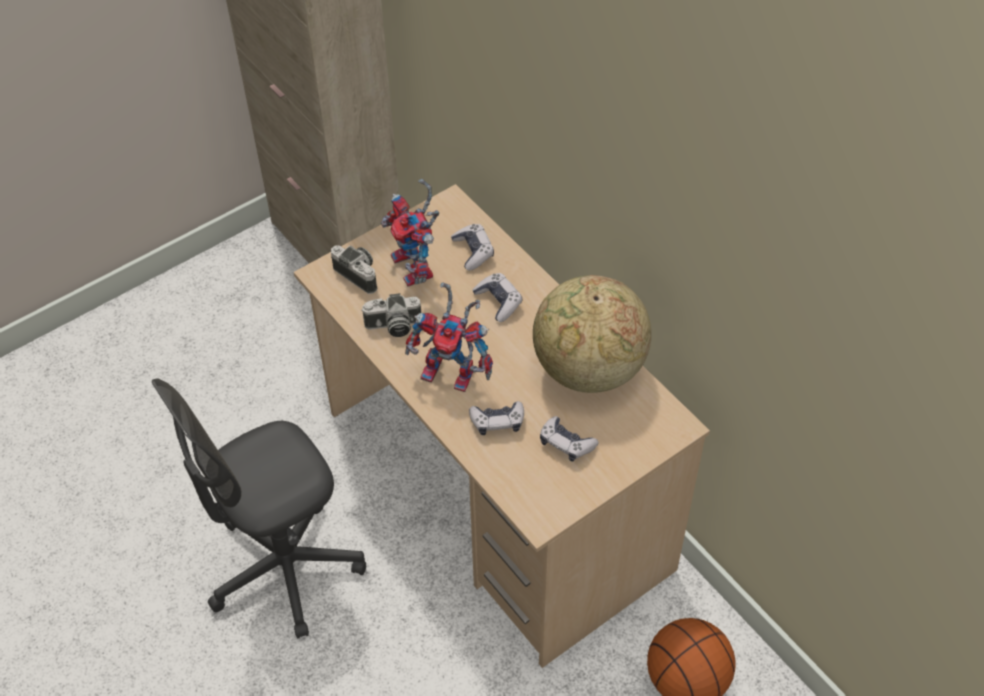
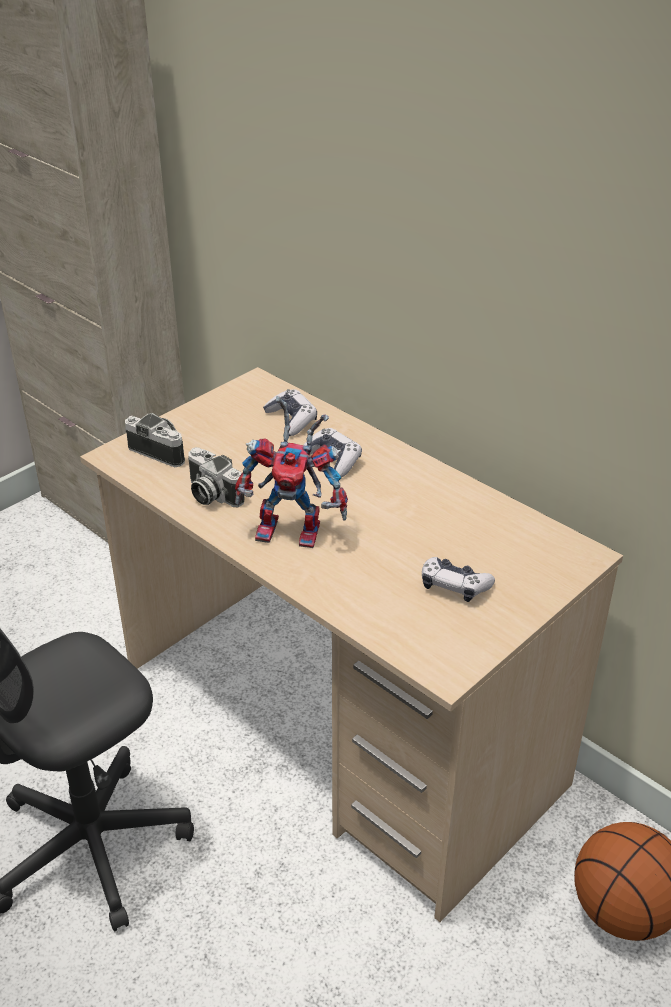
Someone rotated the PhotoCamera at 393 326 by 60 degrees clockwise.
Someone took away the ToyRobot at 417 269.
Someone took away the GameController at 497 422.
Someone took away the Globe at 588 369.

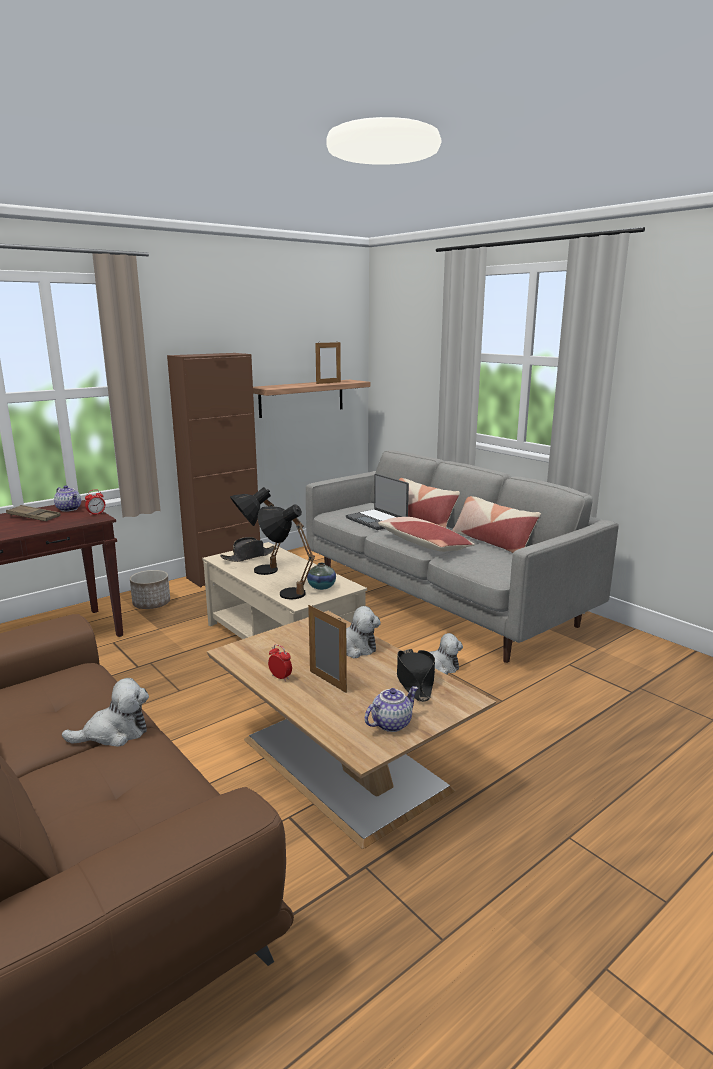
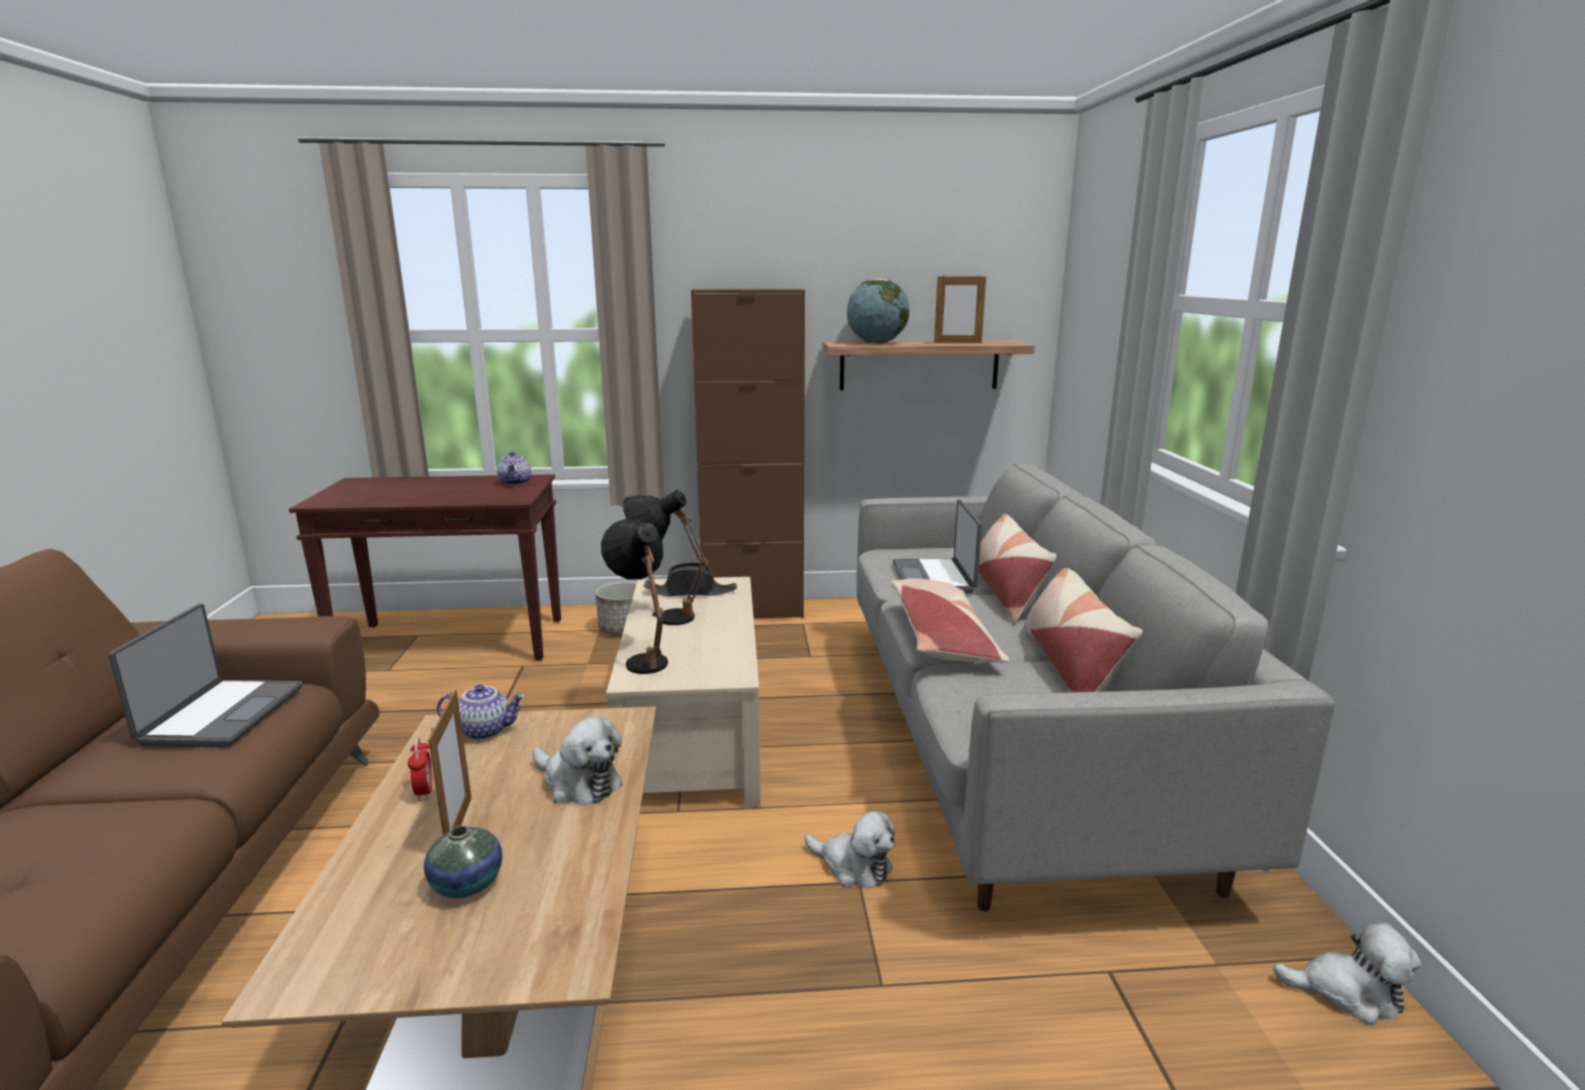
Someone took away the BrownTray at 34 517.
Someone carried the PlushToy from 114 733 to 1347 993.
Someone took away the AlarmClock at 96 514.
Someone carried the Vase from 321 587 to 467 884.
Someone carried the Teapot from 391 723 to 485 730.
Someone took away the BlackHat at 415 680.
Someone put down the Laptop at 221 715.
Someone put down the Globe at 876 343.

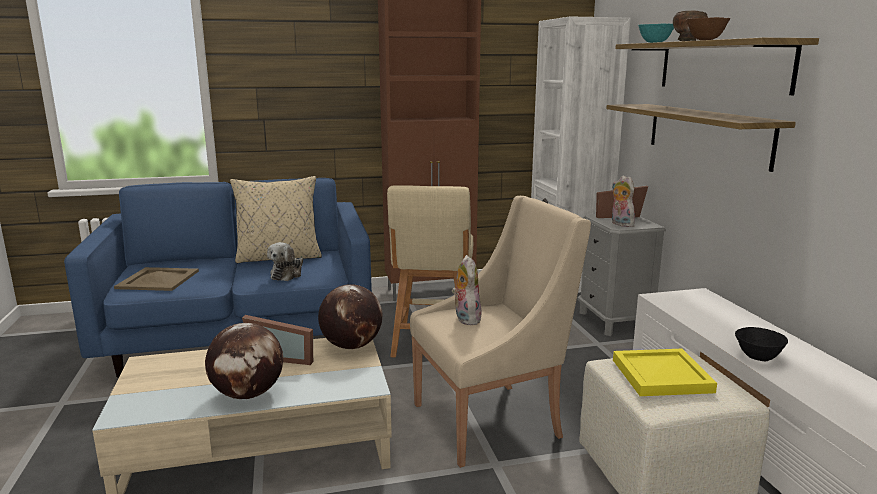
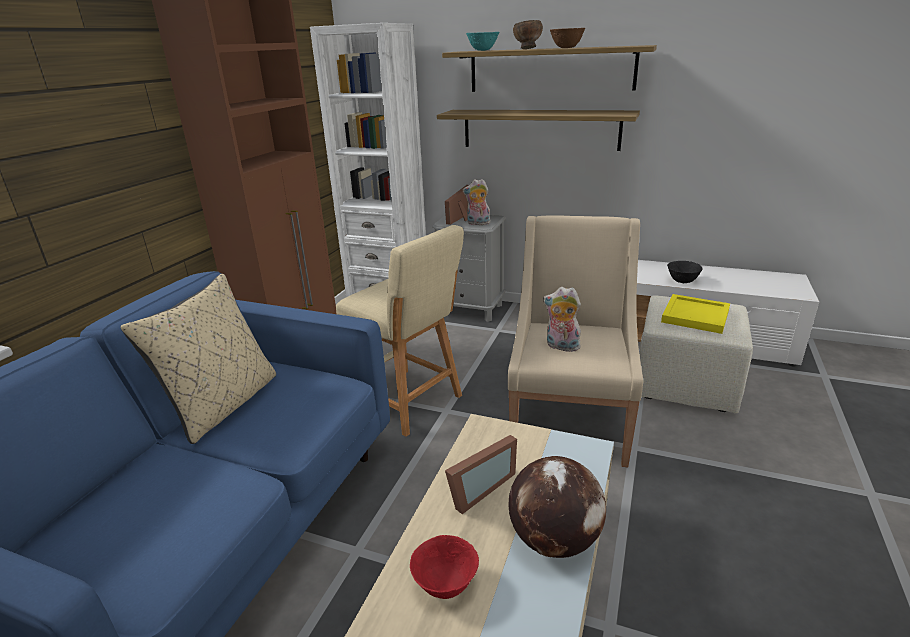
Someone took away the BeigeTray at 158 279.
Someone took away the PlushToy at 287 274.
Someone took away the Globe at 351 346.
Someone put down the RedBowl at 445 585.

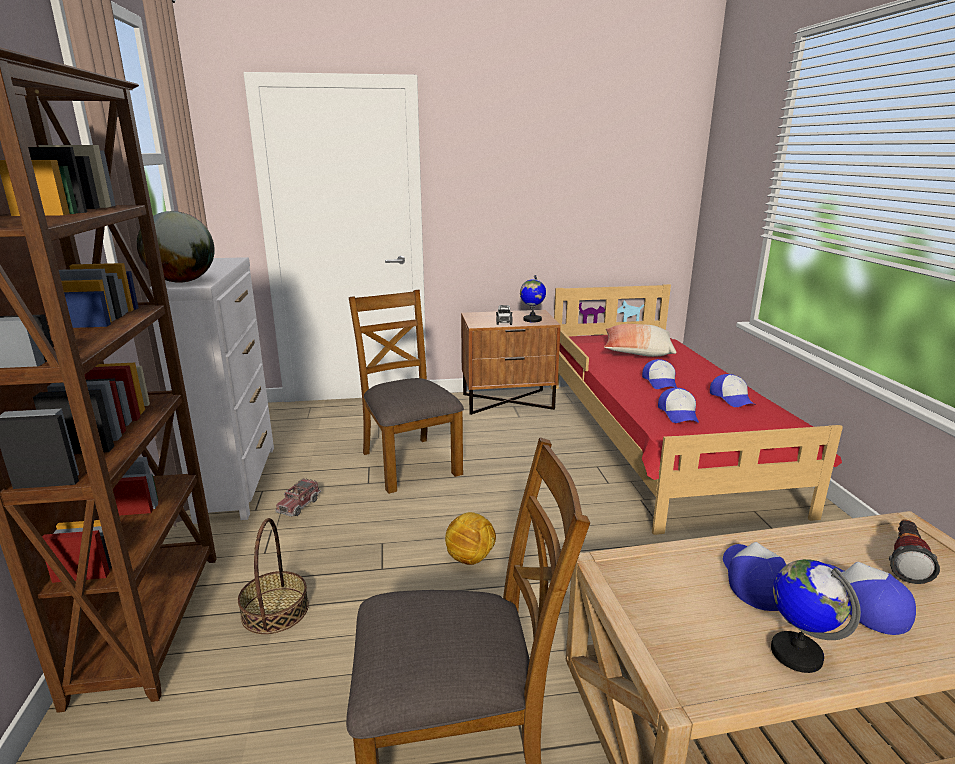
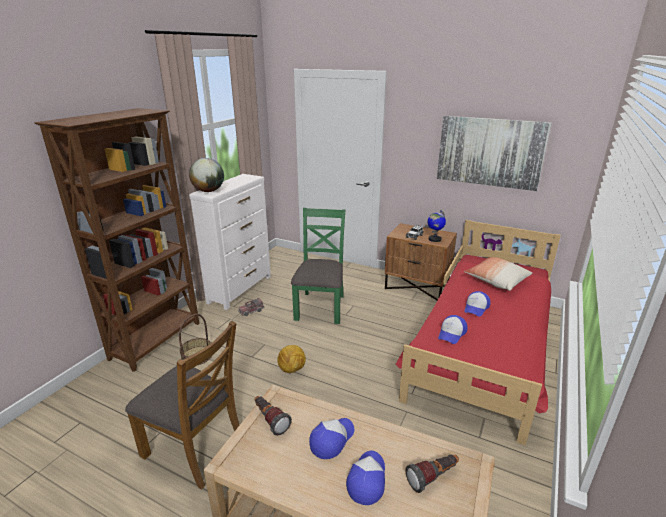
Someone repainted the BrownChair at 409 463, which became the GreenChair at 320 307.
Someone took away the Cap at 732 398.
Someone took away the Globe at 796 653.
Someone put down the Flashlight at 270 420.
Someone put up the Picture at 490 152.

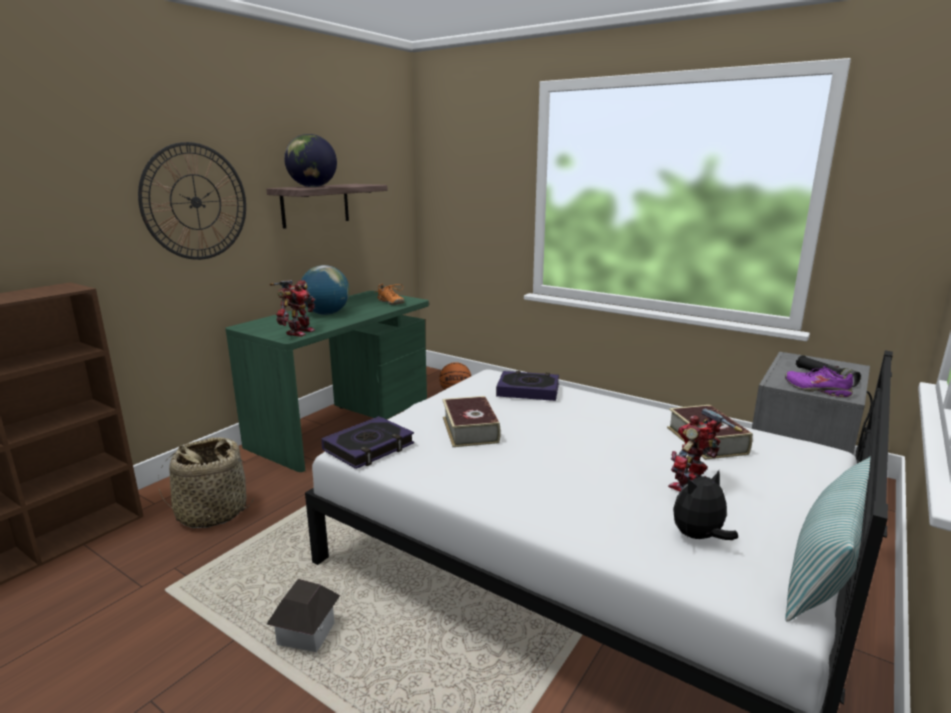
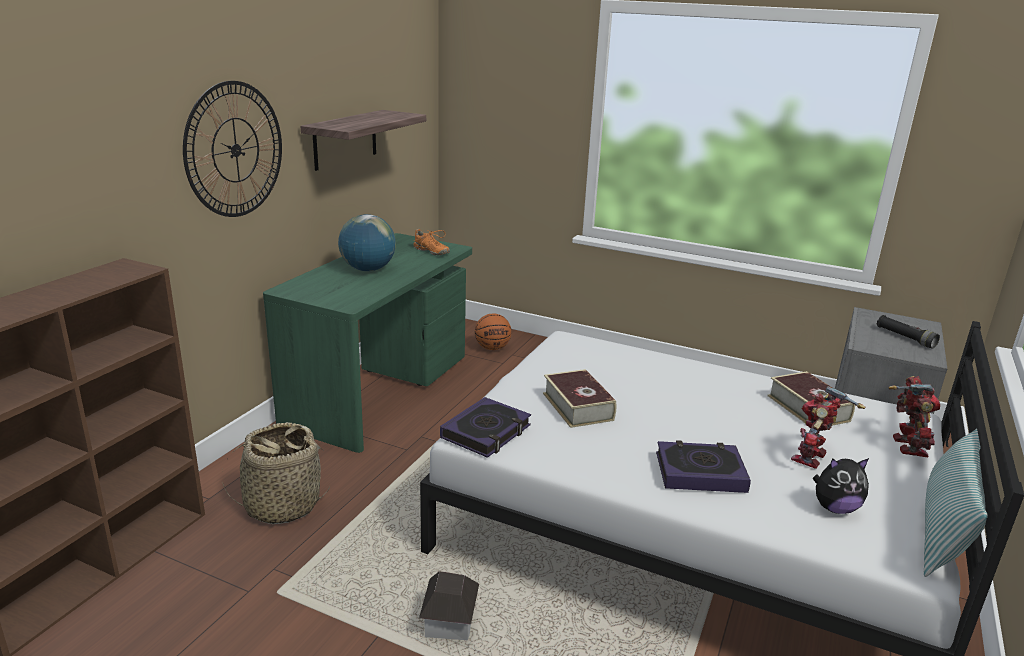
Someone carried the ToyRobot from 298 332 to 906 446.
Someone took away the Globe at 312 187.
Someone carried the Book from 528 390 to 700 472.
Someone rotated the PlushToy at 699 537 by 150 degrees counterclockwise.
Someone took away the PurpleShoe at 817 390.

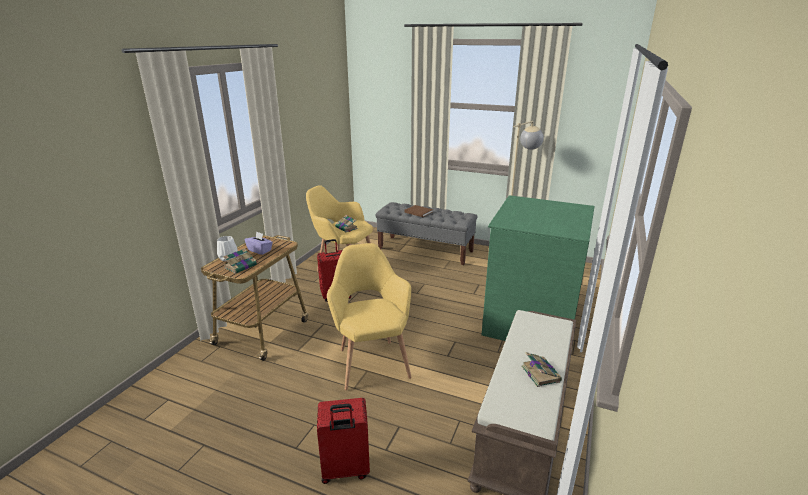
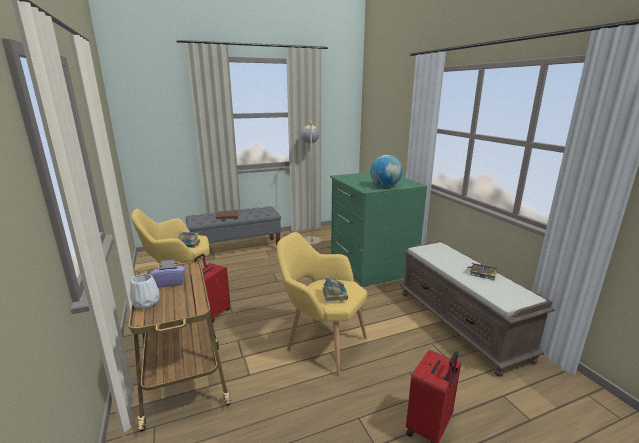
Someone carried the Book from 241 266 to 334 293.
Someone put down the Globe at 385 186.

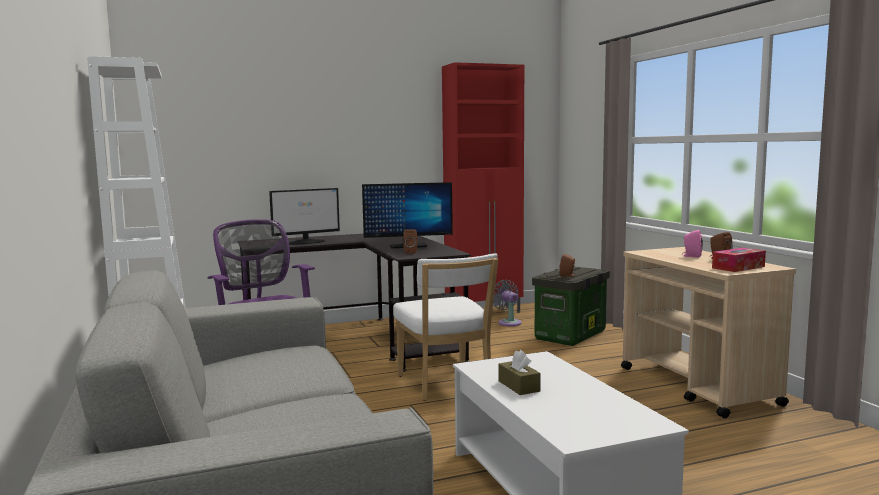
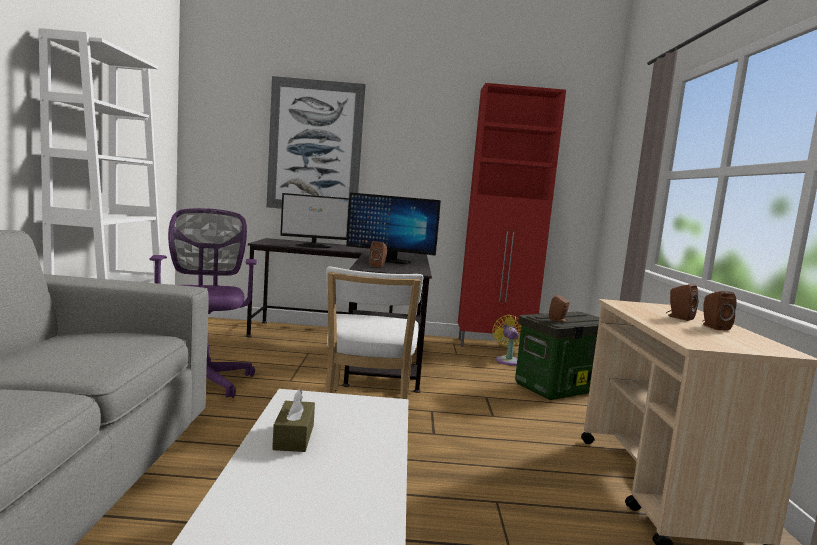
Someone repainted the GreyFan at 508 322, which became the YellowFan at 507 360.
Someone repainted the PinkSpeaker at 691 256, which became the BrownSpeaker at 679 317.
Someone took away the TissueBox at 738 267.
Someone put up the Picture at 315 146.

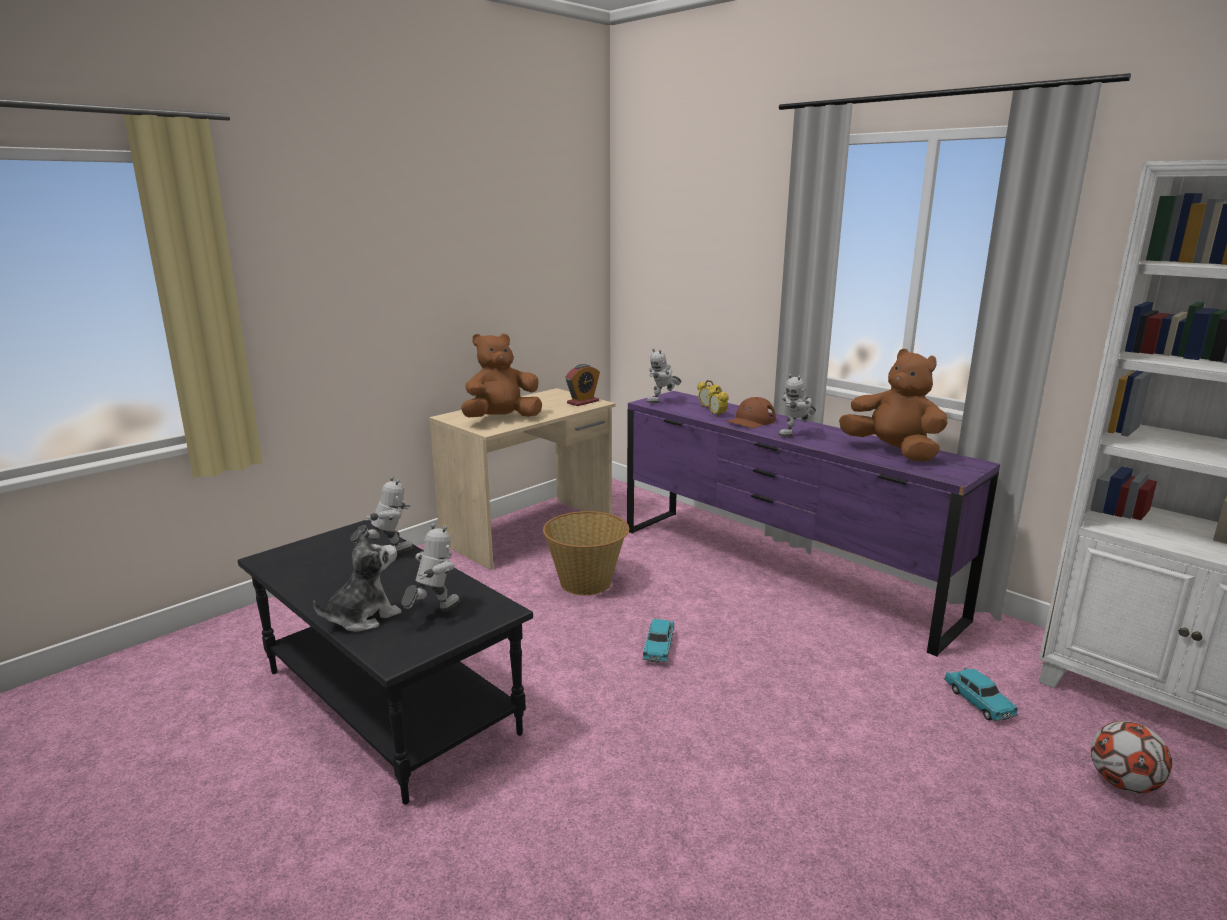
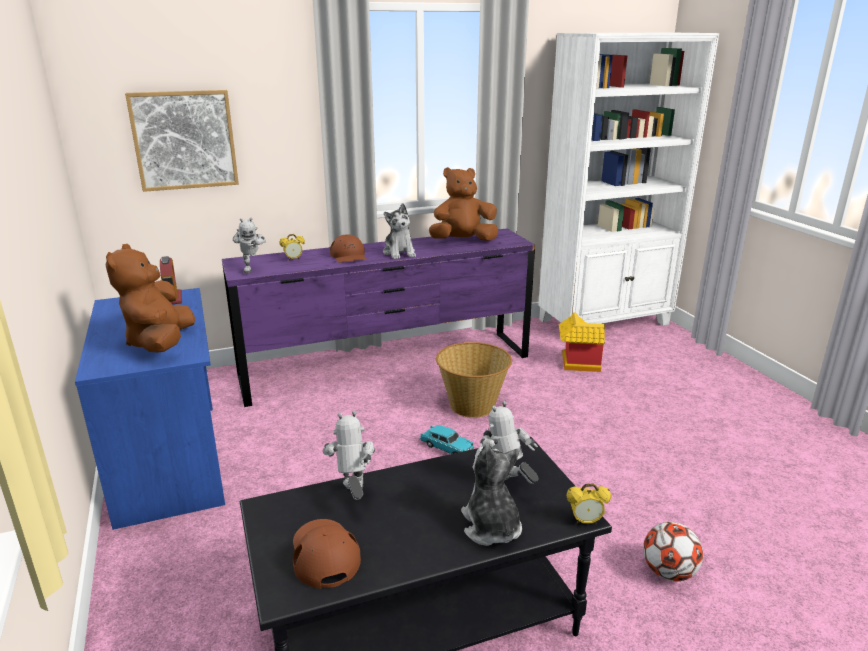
Someone repainted the BeigeDesk at 530 531, which became the BlueDesk at 172 459.
Someone carried the Basket from 586 582 to 472 405.
Someone carried the AlarmClock from 717 415 to 585 521.
Someone swapped the ToyRobot at 796 435 for the PlushToy at 399 253.
Someone swapped the TurquoiseToyCar at 978 702 for the ToyHouse at 575 364.
Someone carried the Football from 1123 784 to 668 572.
Someone put up the Picture at 184 140.
Someone put down the BrownCap at 324 554.

